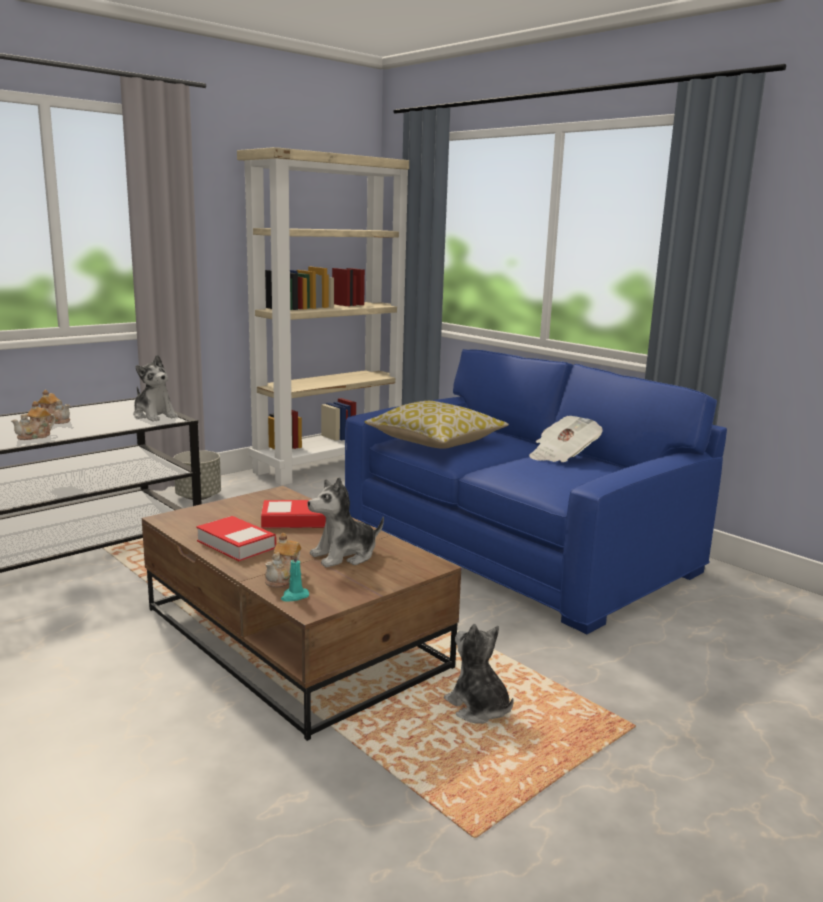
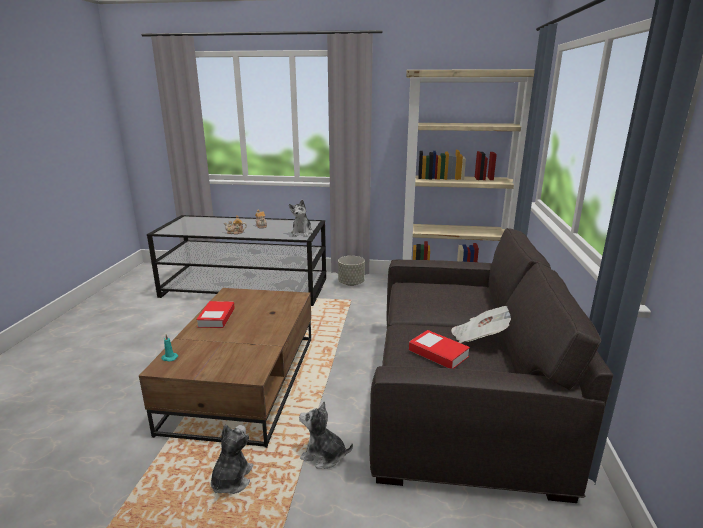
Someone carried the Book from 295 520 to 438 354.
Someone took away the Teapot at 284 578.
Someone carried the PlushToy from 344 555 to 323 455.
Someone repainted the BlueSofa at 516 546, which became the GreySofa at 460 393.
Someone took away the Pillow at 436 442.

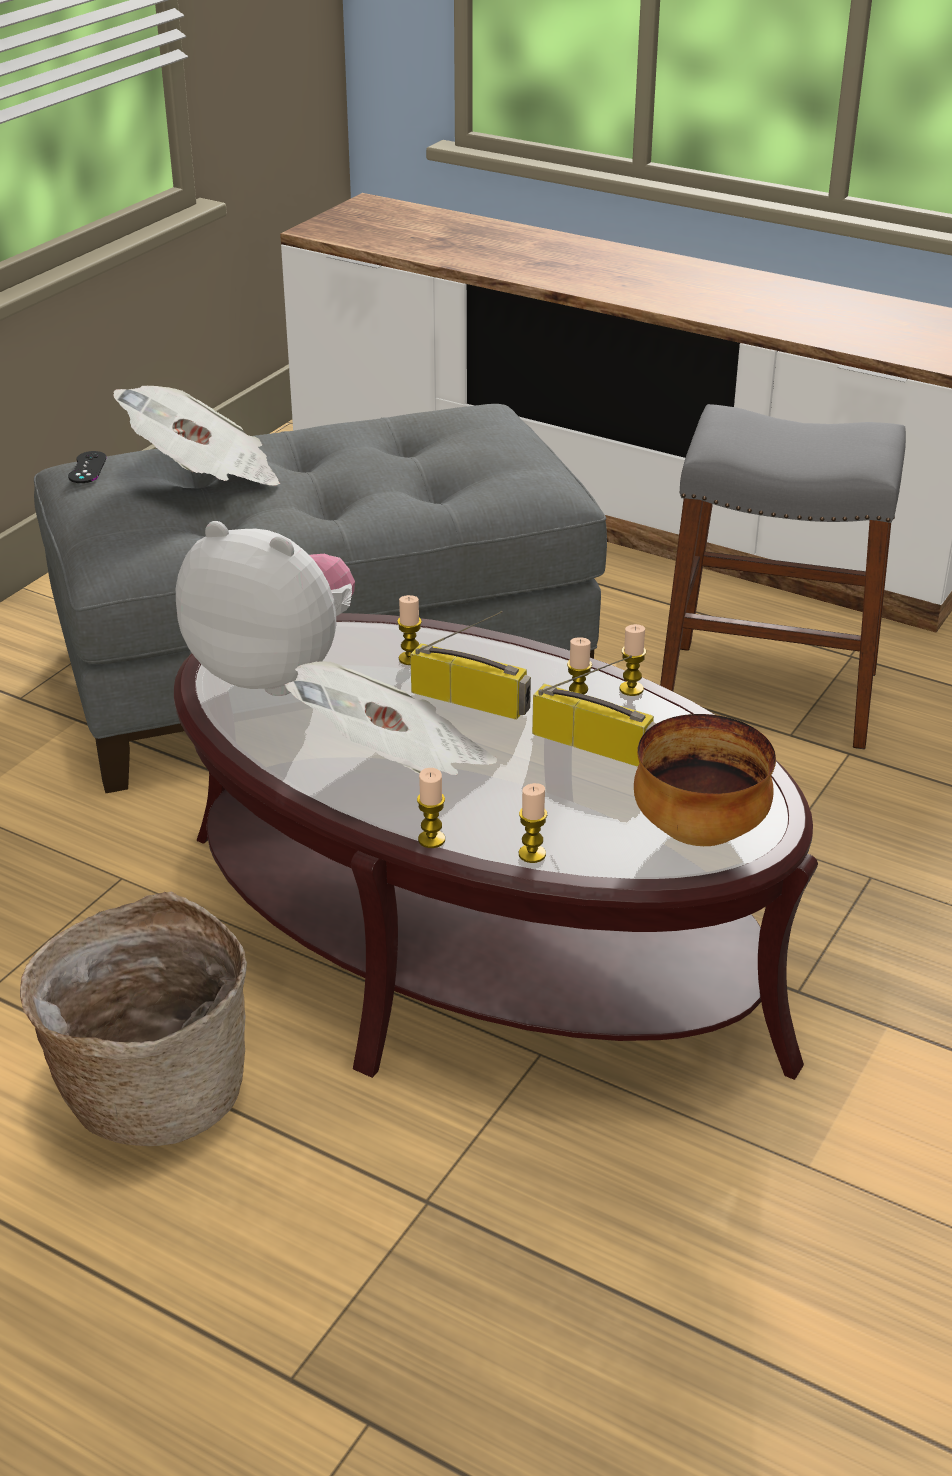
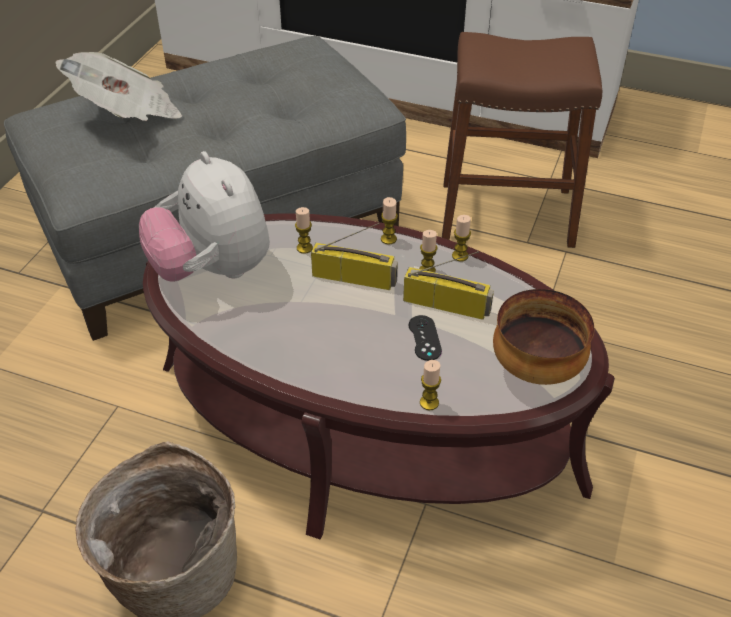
Someone carried the BlackGameController from 87 468 to 424 338.
Someone rotated the PlushToy at 274 672 by 135 degrees counterclockwise.
Someone took away the Newspaper at 395 764.
Someone carried the Candle from 431 839 to 388 239.
Someone repainted the GreyStool at 768 694, which became the BrownStool at 506 214.

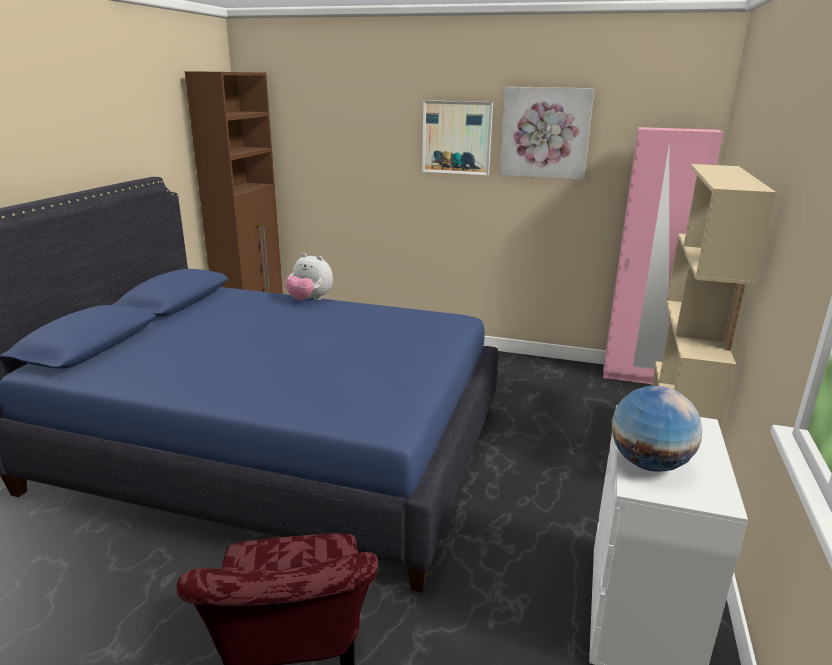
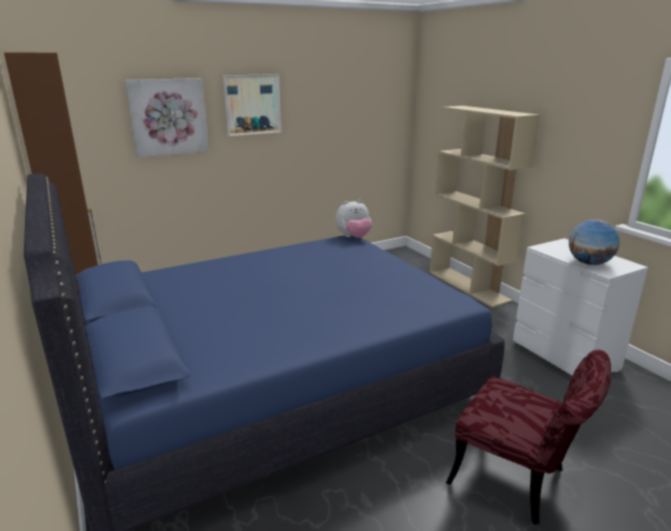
Someone carried the PlushToy from 310 300 to 354 237.
Someone carried the Picture from 545 133 to 168 117.
Someone took away the PinkWardrobe at 637 377.

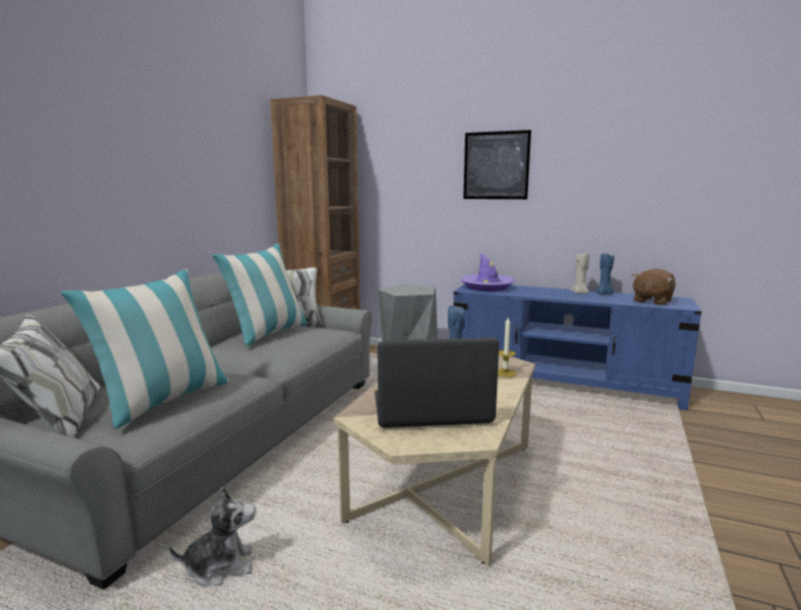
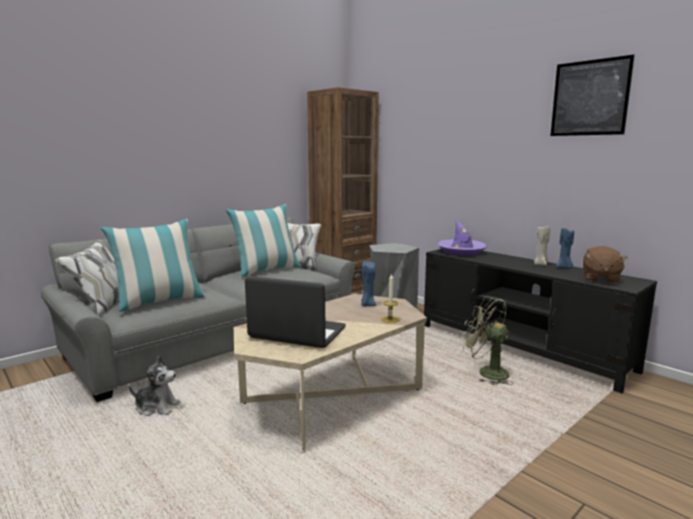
Someone repainted the BlueTvStand at 563 382, which became the BlackTvStand at 520 347.
Someone carried the Picture from 496 165 to 589 98.
Someone rotated the BrownPlushToy at 651 301 by 45 degrees counterclockwise.
Someone put down the GreenFan at 486 372.

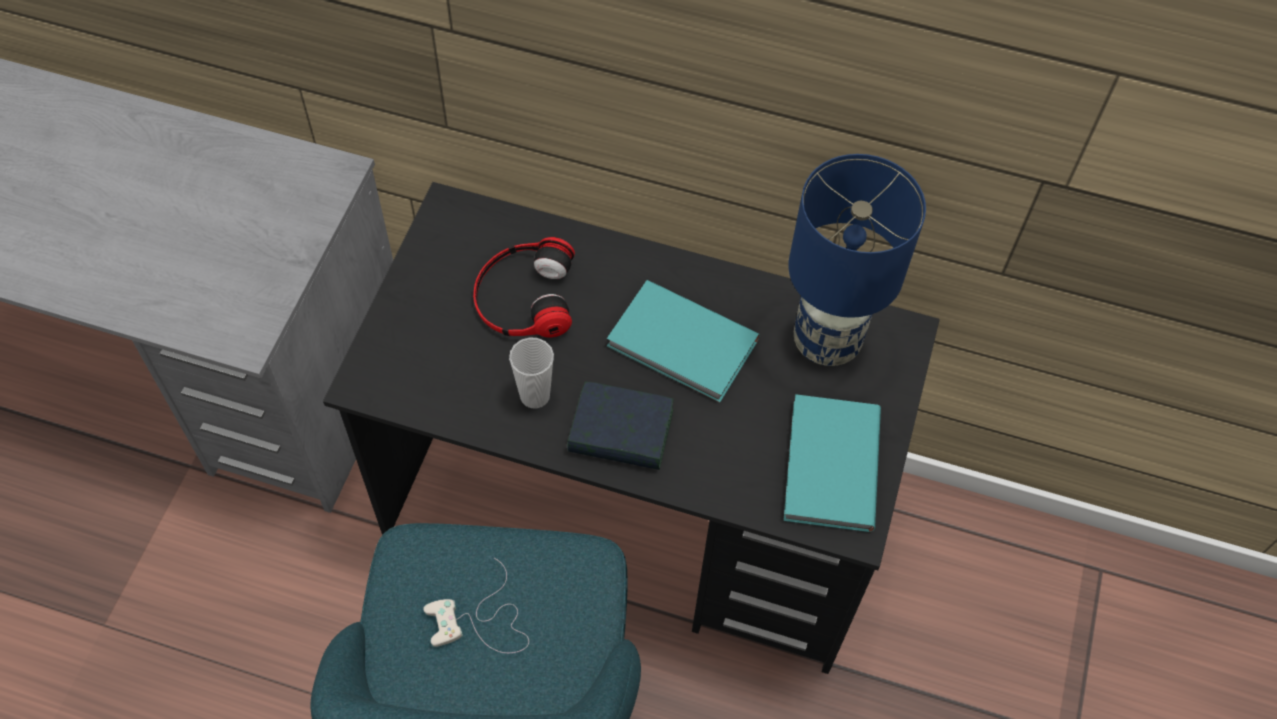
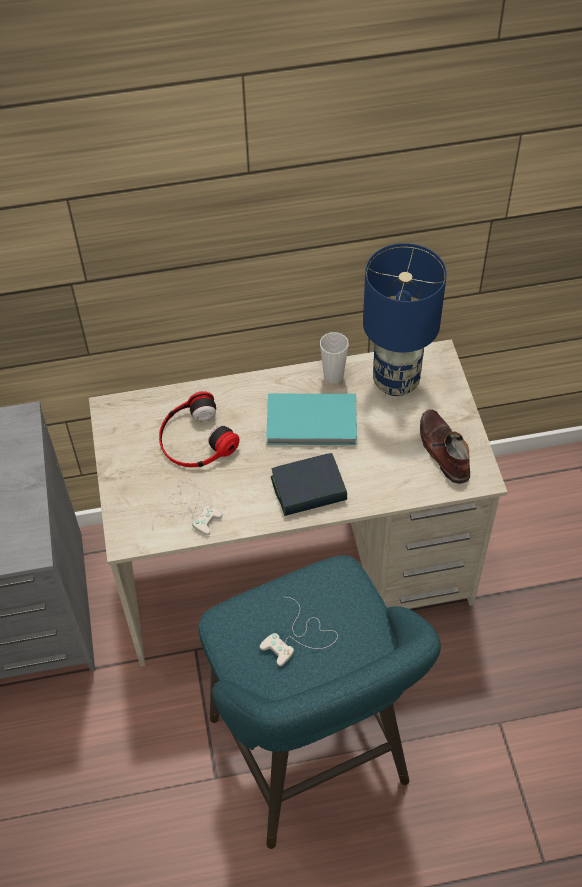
Someone repainted the BlackDesk at 633 510, which became the BeigeDesk at 295 568.
Someone carried the Cup from 535 396 to 333 376.
Someone swapped the TurquoiseBook at 828 466 for the BrownShoe at 443 450.
Someone put down the WhiteGameController at 189 508.

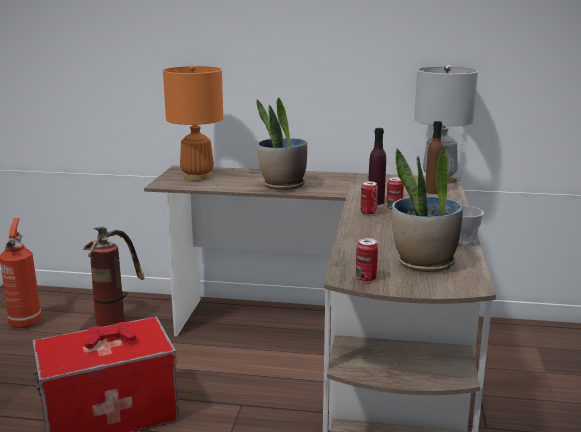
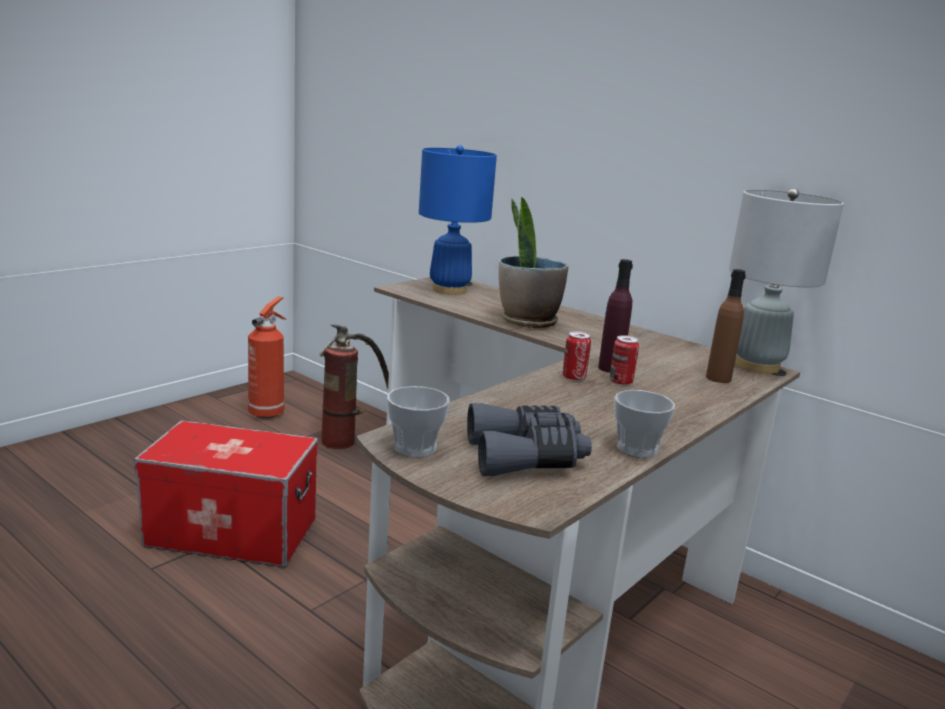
Someone took away the RedGameController at 110 340.
Someone repainted the OrangeTableLamp at 197 177, which became the BlueTableLamp at 449 290.
Someone swapped the Can at 366 278 for the Cup at 415 448.
Someone swapped the PottedPlant at 424 263 for the GreyBinoculars at 526 457.

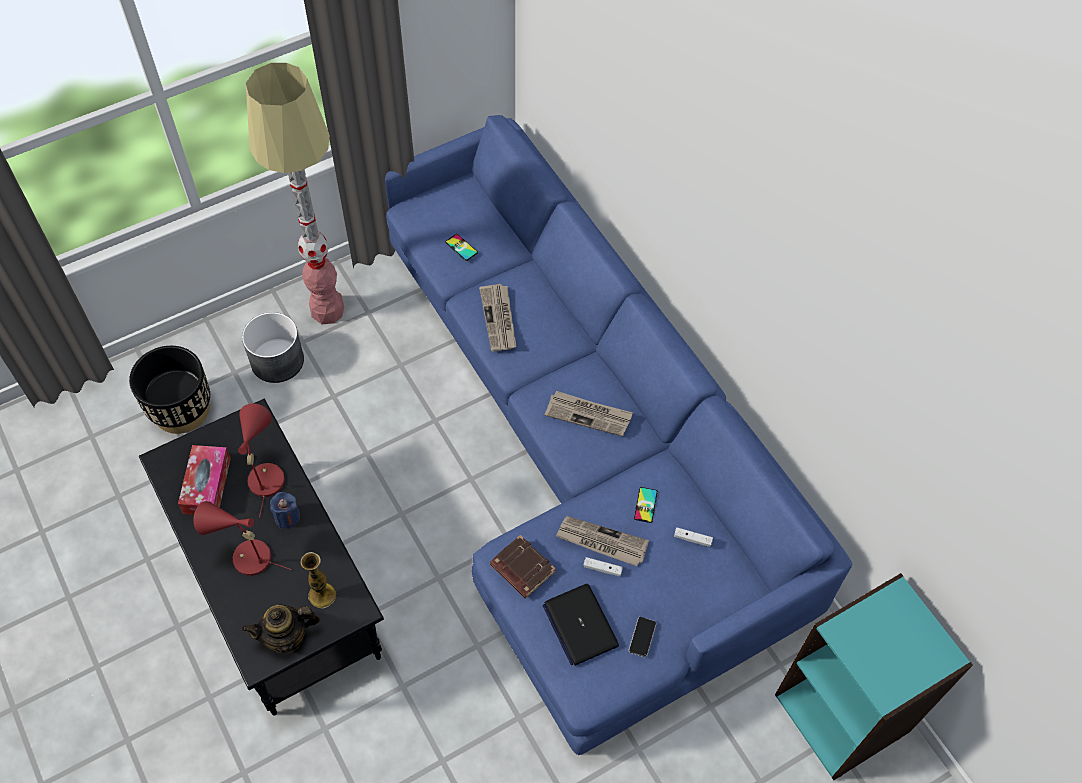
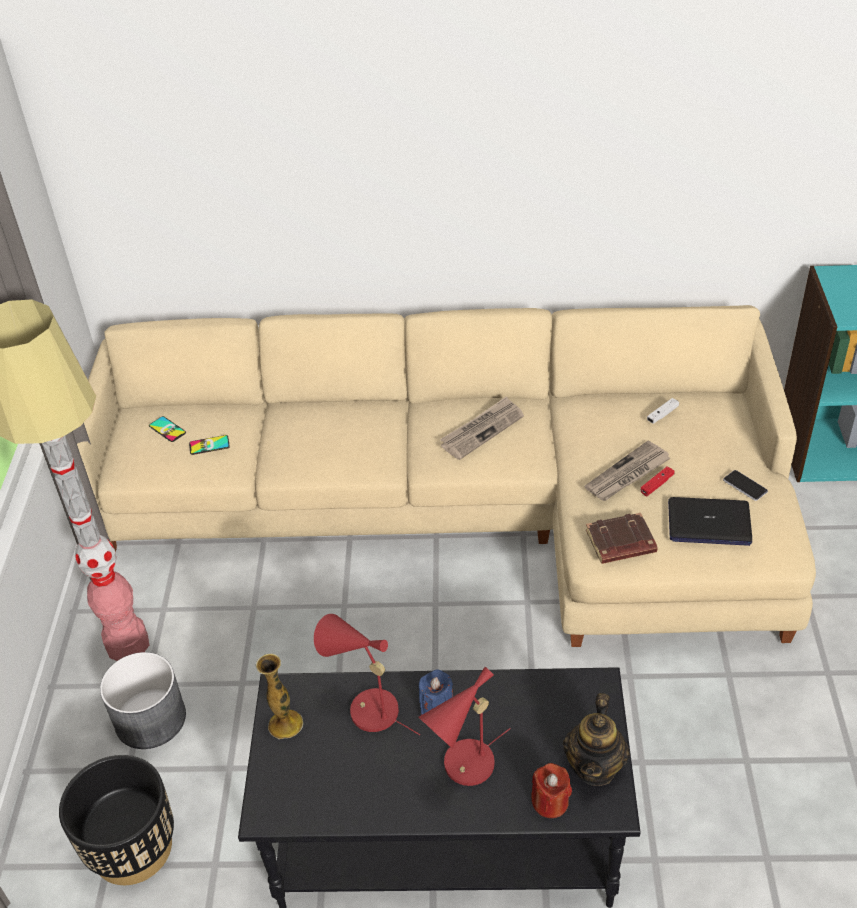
Someone took away the TissueBox at 207 485.
Someone carried the Vase from 322 595 to 285 724.
Someone repainted the BlueSofa at 583 455, which became the BeigeSofa at 471 508.
Someone took away the Newspaper at 499 319.
Someone repainted the WhiteGameController at 602 569, which became the RedGameController at 657 484.
Someone carried the Phone from 645 505 to 167 429.
Someone put down the RedCandle at 550 802.

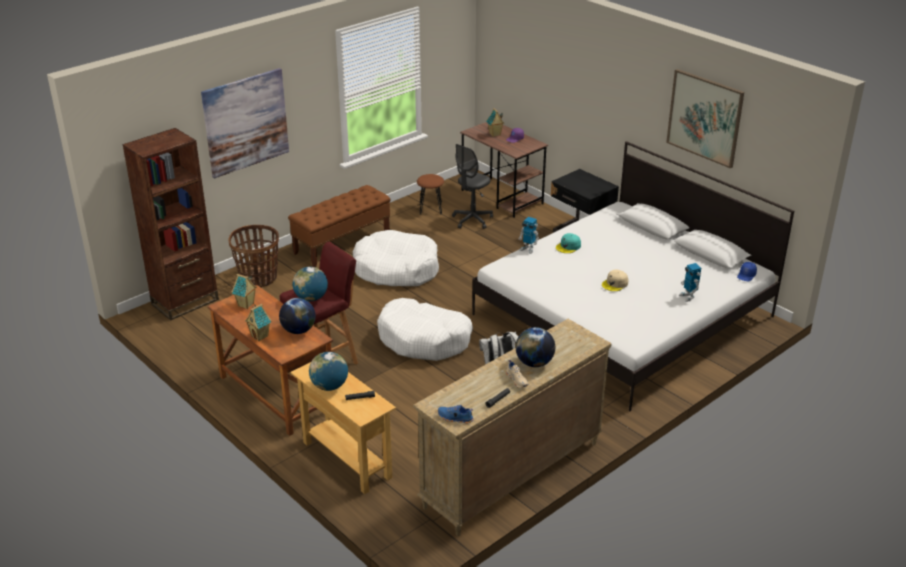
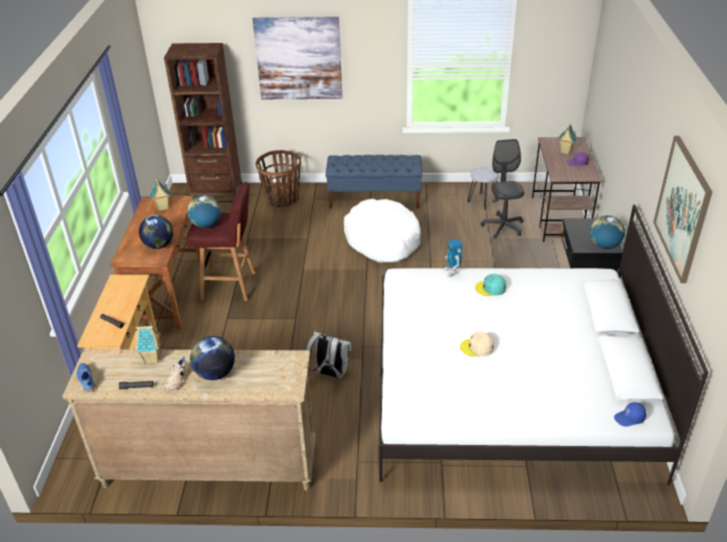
Someone carried the ToyHouse from 260 336 to 153 358.
Someone repainted the BrownBench at 342 243, which became the BlueBench at 375 199.
Someone carried the Globe from 329 386 to 604 245.
Someone took away the WhiteDogBed at 424 339.
Someone repainted the BrownStool at 430 209, which became the GreyStool at 482 201.
Someone rotated the GreyOfficeChair at 472 220 by 90 degrees clockwise.
Someone took away the ToyRobot at 688 297.

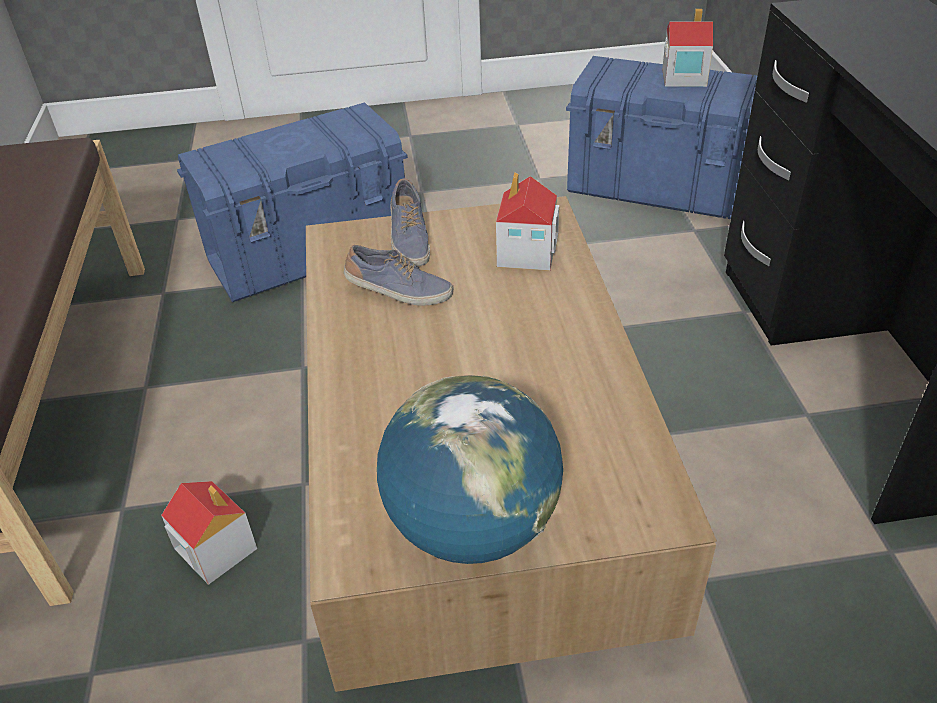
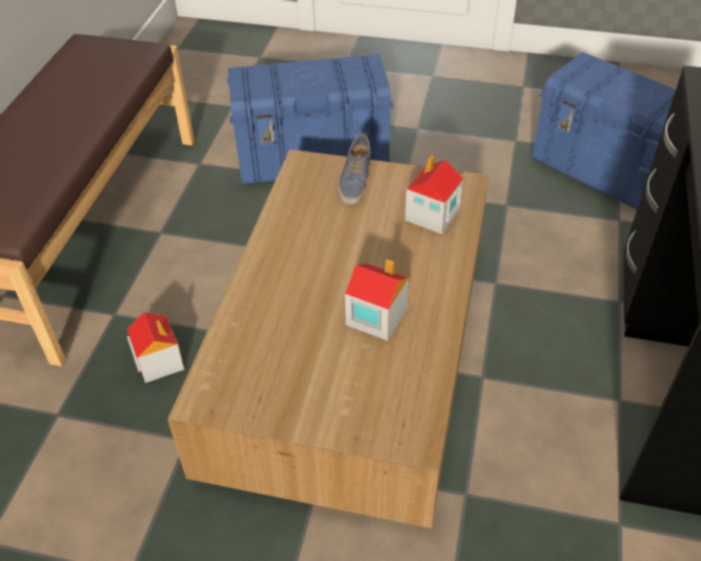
Someone took away the Shoe at 399 292.
Someone took away the Globe at 473 526.
Someone carried the ToyHouse from 683 77 to 375 316.

